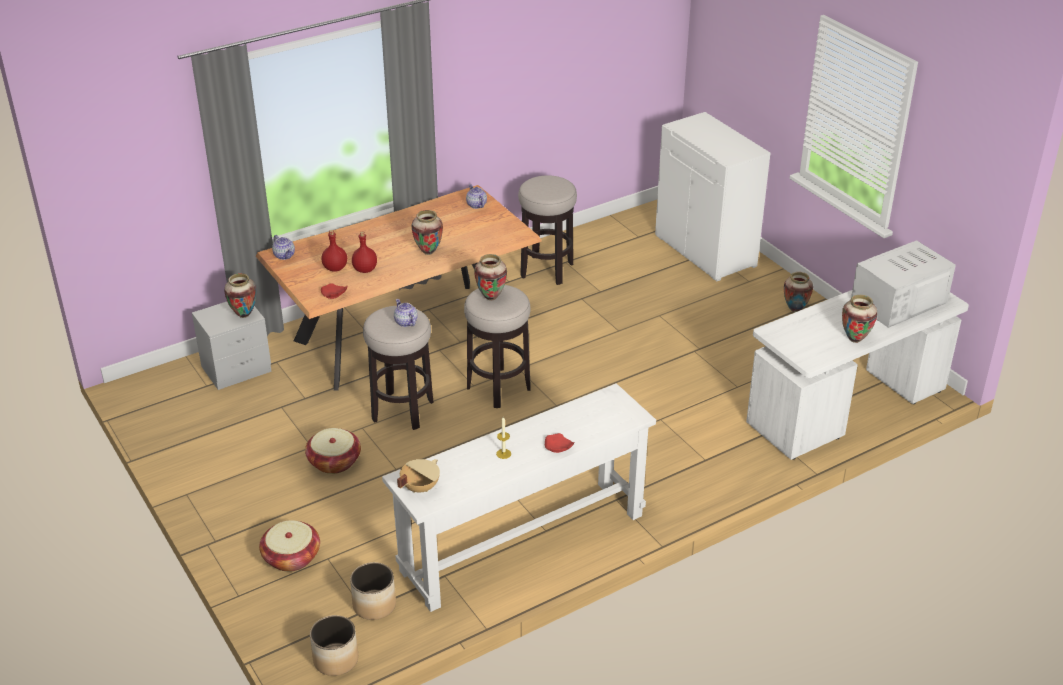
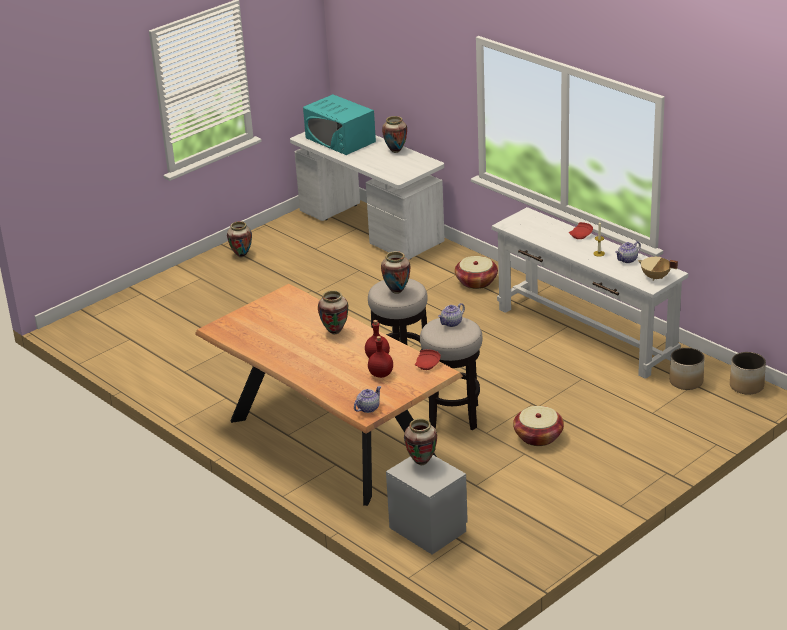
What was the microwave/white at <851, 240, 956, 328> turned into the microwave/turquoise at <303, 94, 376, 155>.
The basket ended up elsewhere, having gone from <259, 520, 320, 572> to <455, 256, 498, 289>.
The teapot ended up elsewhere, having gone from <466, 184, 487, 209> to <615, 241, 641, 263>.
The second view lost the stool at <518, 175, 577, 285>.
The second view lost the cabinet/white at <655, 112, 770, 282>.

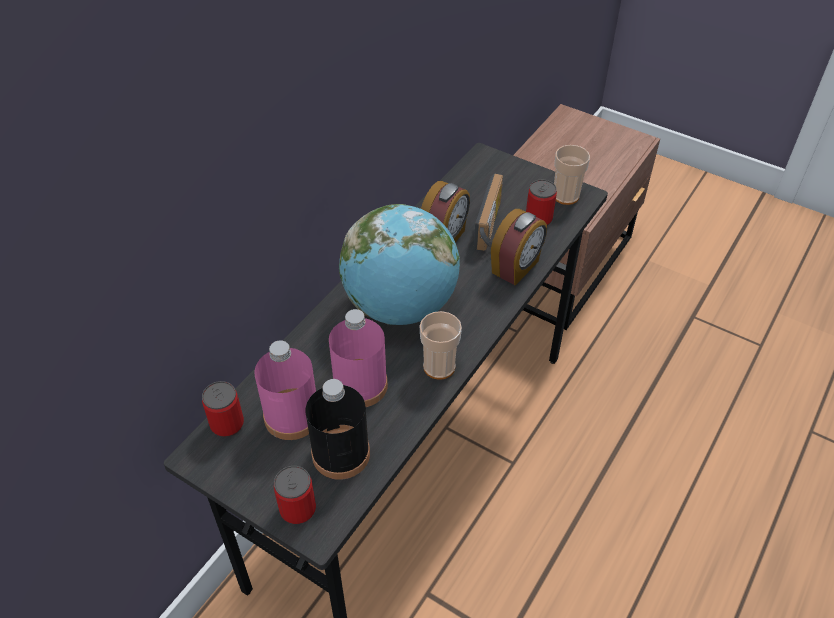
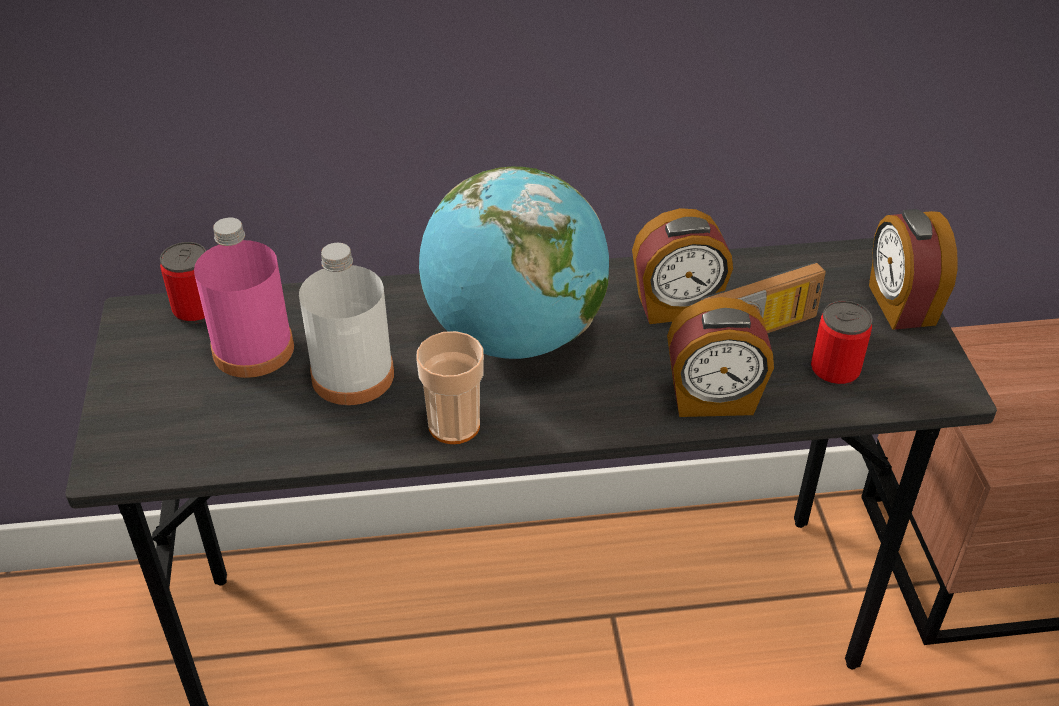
What was the bottle/pink at <329, 309, 388, 407> turned into the bottle/white at <299, 243, 394, 405>.
The second view gained the alarm clock at <869, 209, 958, 330>.
The second view lost the can at <274, 466, 316, 524>.
The second view lost the bottle/black at <305, 379, 370, 480>.
The second view lost the cup at <554, 145, 590, 205>.

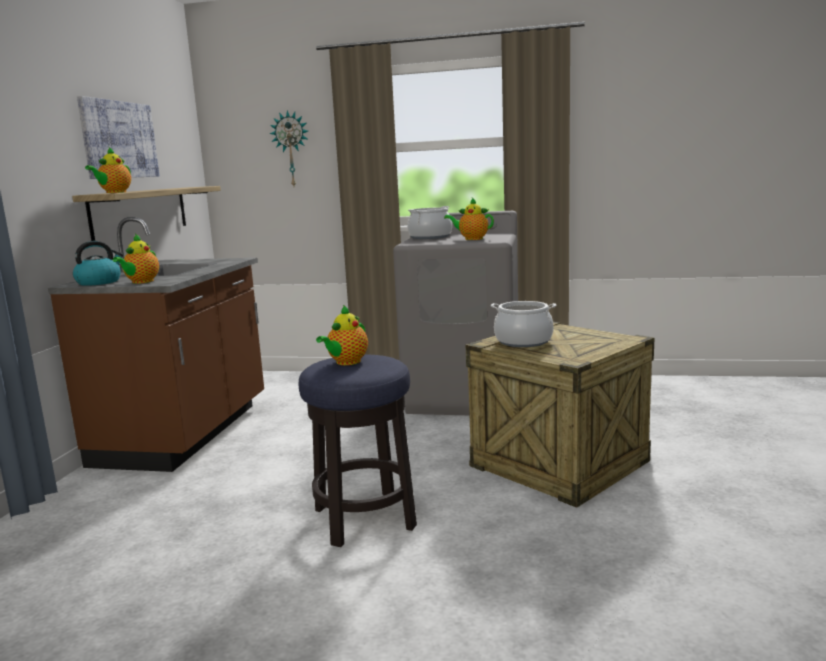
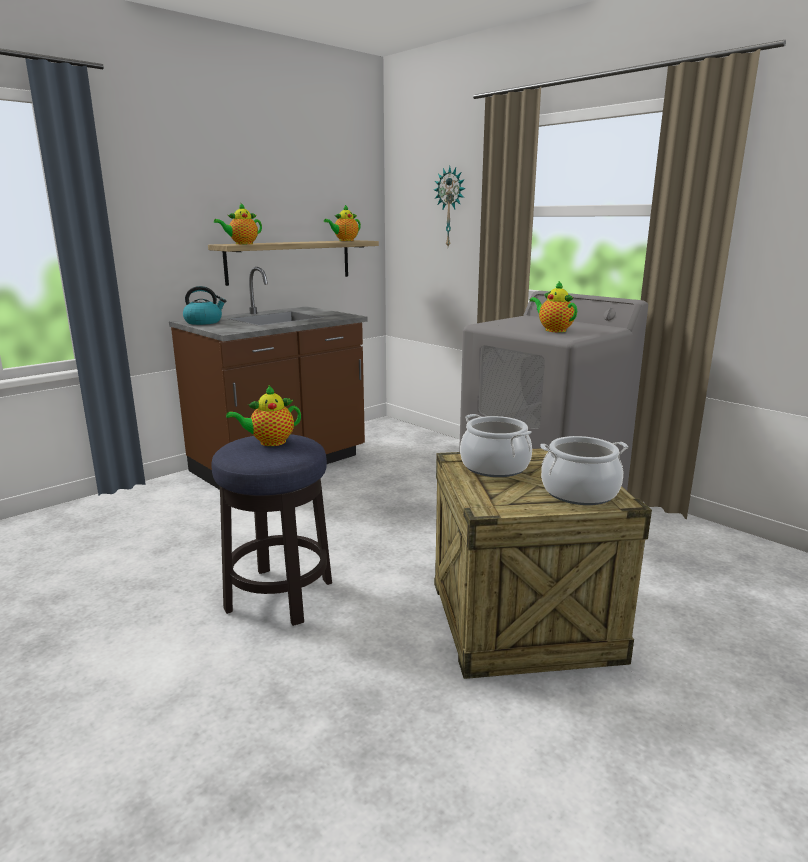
The teapot ended up elsewhere, having gone from <113, 234, 159, 284> to <324, 205, 361, 241>.
The cooking pot ended up elsewhere, having gone from <407, 206, 452, 239> to <540, 436, 628, 505>.
The second view lost the picture at <77, 96, 160, 179>.

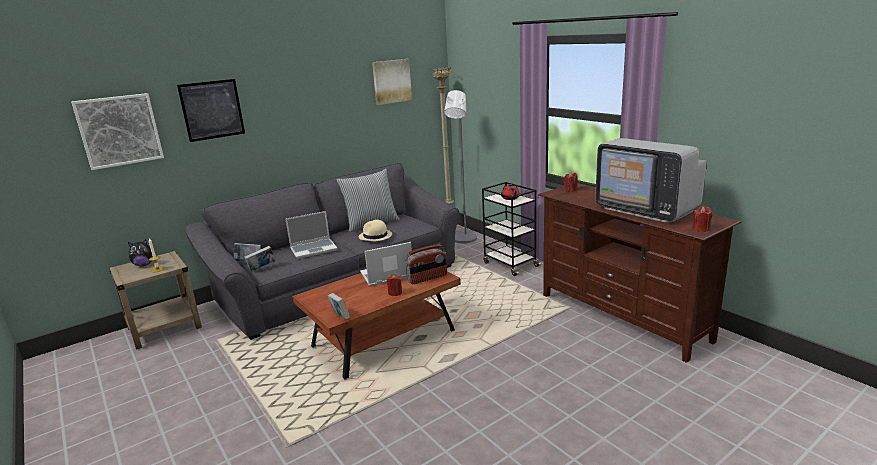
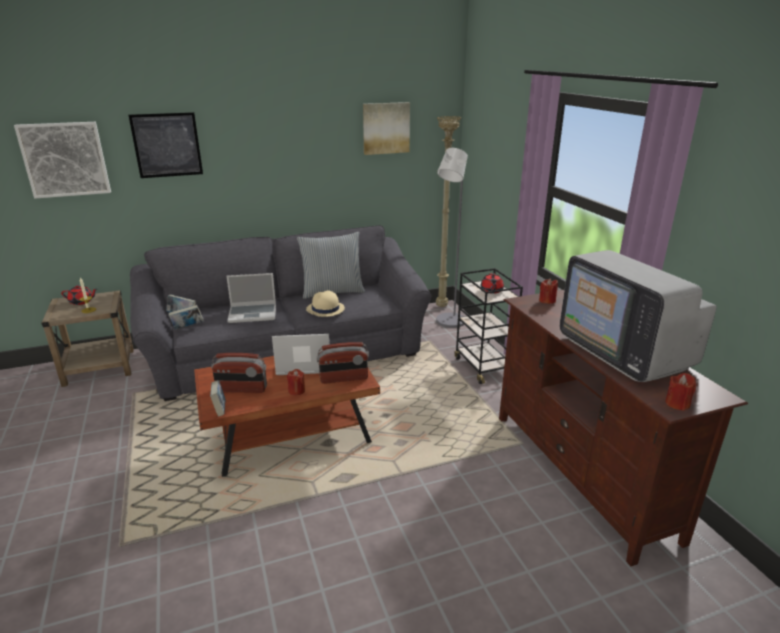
Where the plush toy stood at <128, 239, 156, 266>, the teapot/red came to stand at <61, 285, 97, 305>.
The second view gained the radio at <211, 353, 267, 393>.

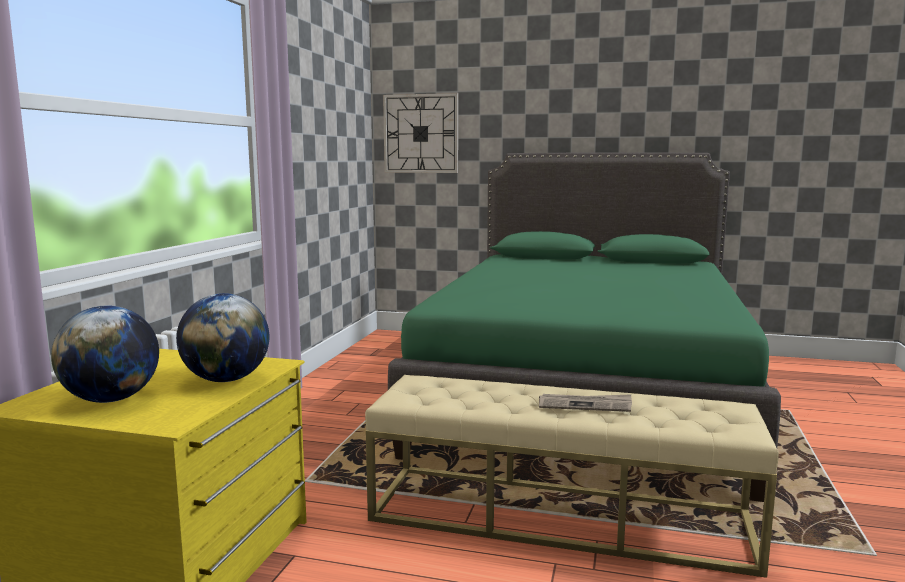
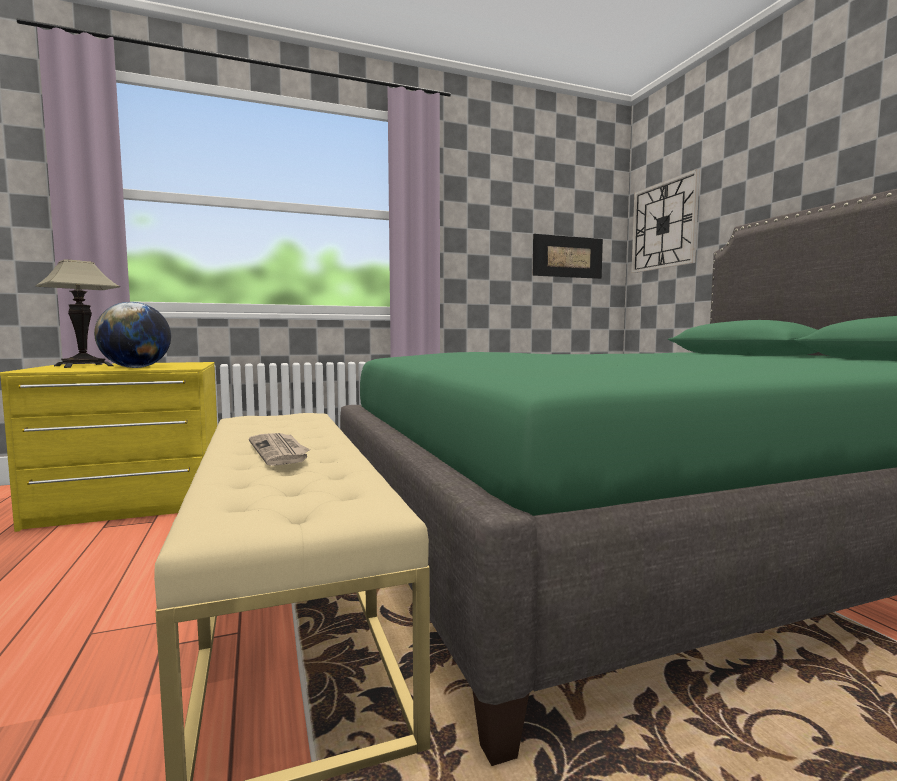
Where the globe stood at <51, 305, 159, 403>, the table lamp came to stand at <35, 260, 120, 368>.
The second view gained the picture at <533, 234, 603, 279>.

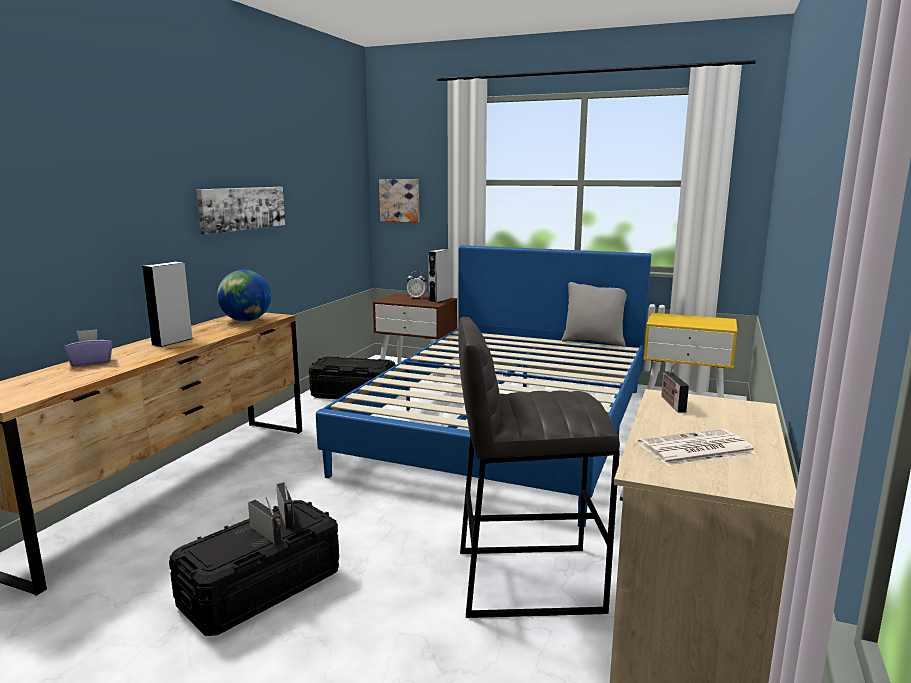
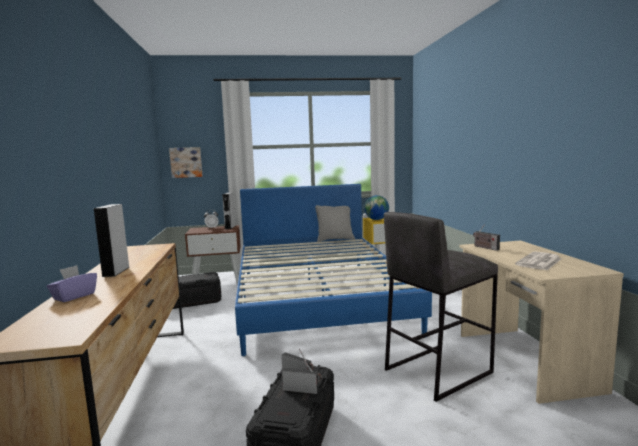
The globe ended up elsewhere, having gone from <217, 270, 271, 321> to <364, 195, 389, 220>.
The second view lost the picture at <196, 187, 285, 235>.

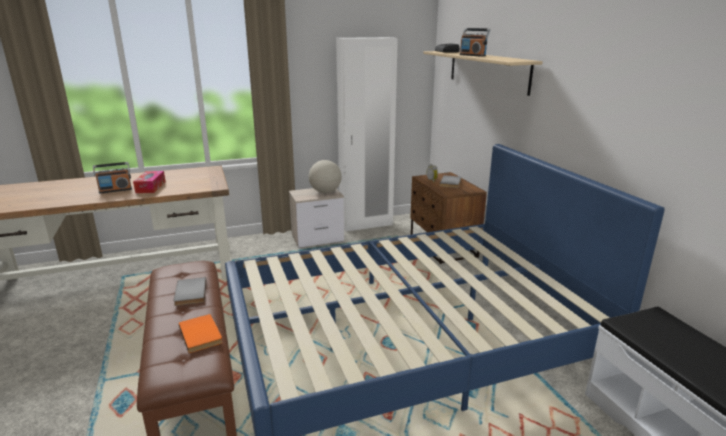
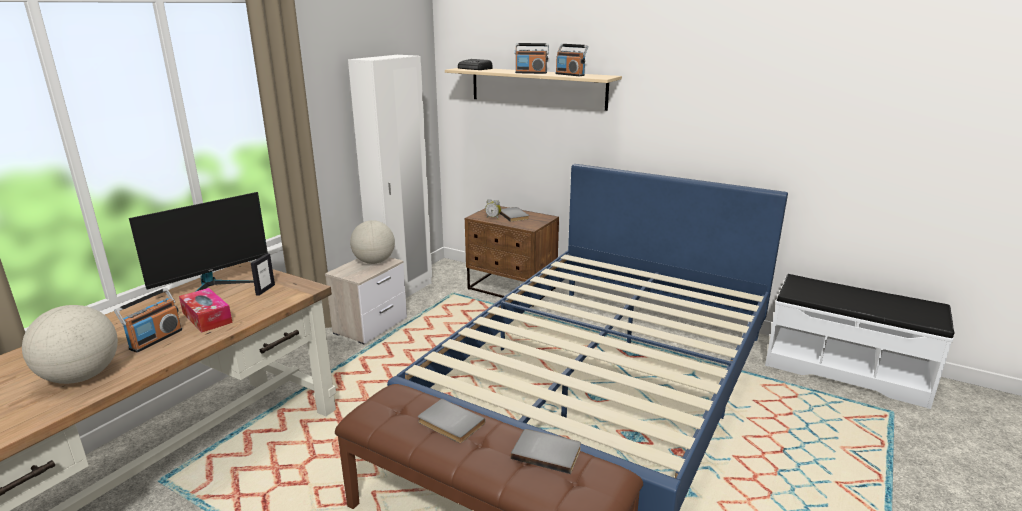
The second view gained the globe at <22, 305, 118, 384>.
The second view gained the monitor at <129, 192, 268, 292>.
The second view gained the picture frame at <251, 253, 275, 296>.
What was the book/orange at <179, 314, 222, 353> turned into the book/grey at <511, 429, 581, 474>.
The second view gained the radio at <556, 44, 588, 76>.

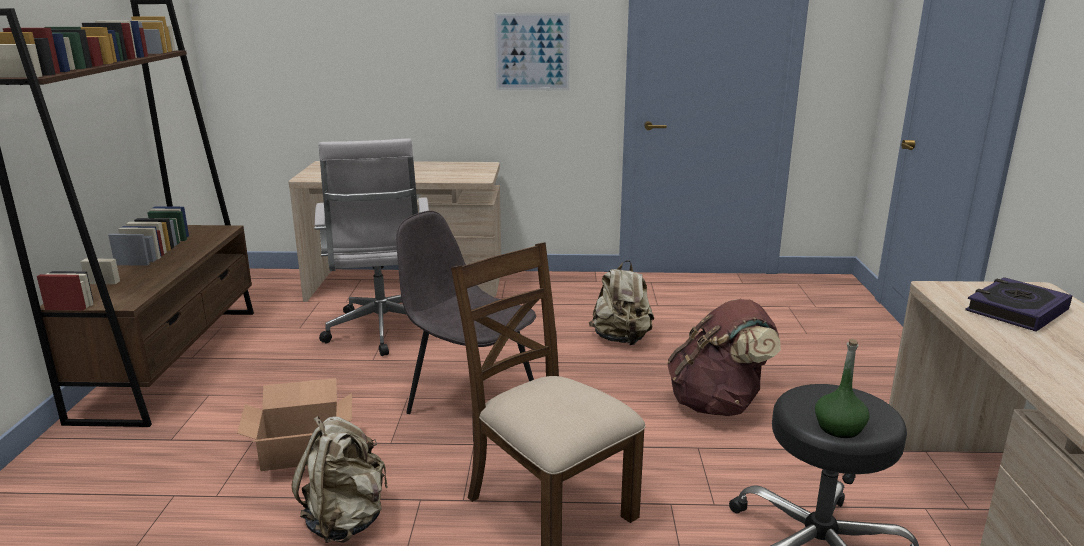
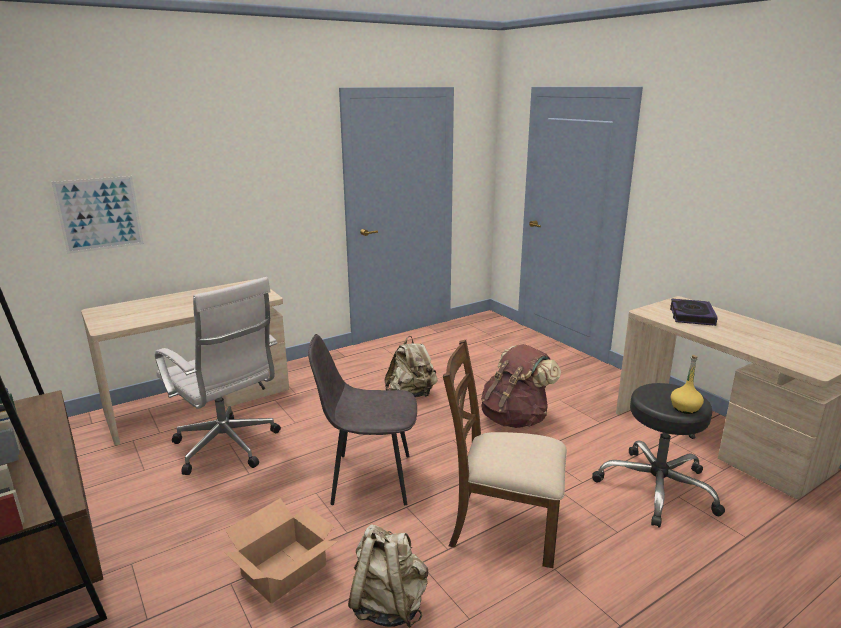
The picture ended up elsewhere, having gone from <495, 13, 570, 90> to <52, 176, 144, 254>.
What was the bottle/green at <815, 339, 869, 438> turned into the bottle/yellow at <671, 355, 704, 414>.

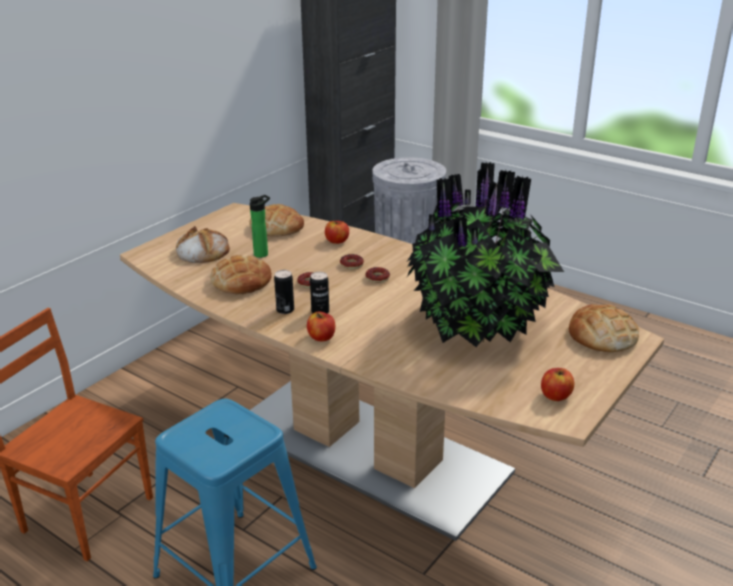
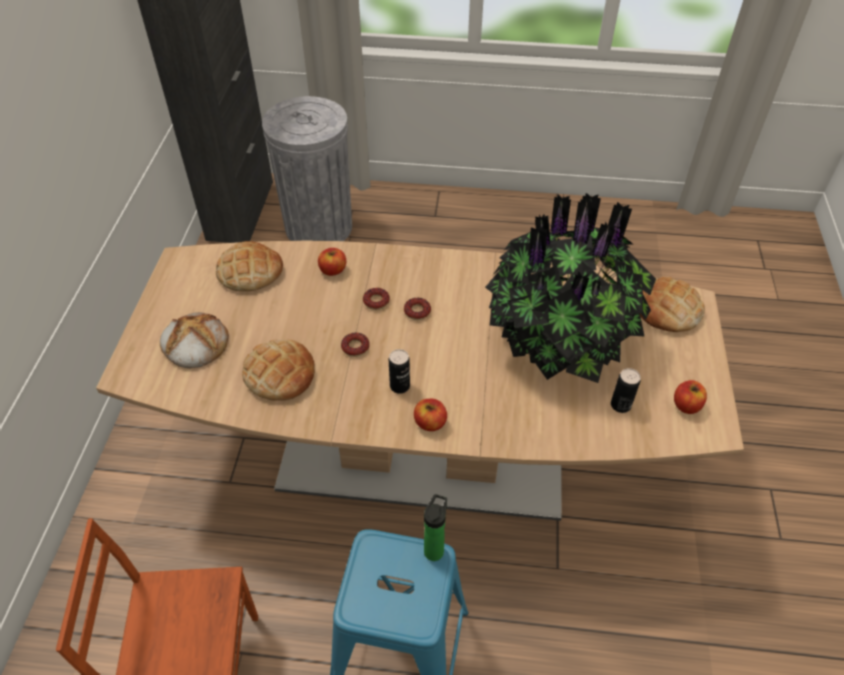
The bottle ended up elsewhere, having gone from <250, 195, 270, 258> to <424, 494, 447, 561>.
The can ended up elsewhere, having gone from <274, 270, 294, 314> to <611, 368, 641, 413>.

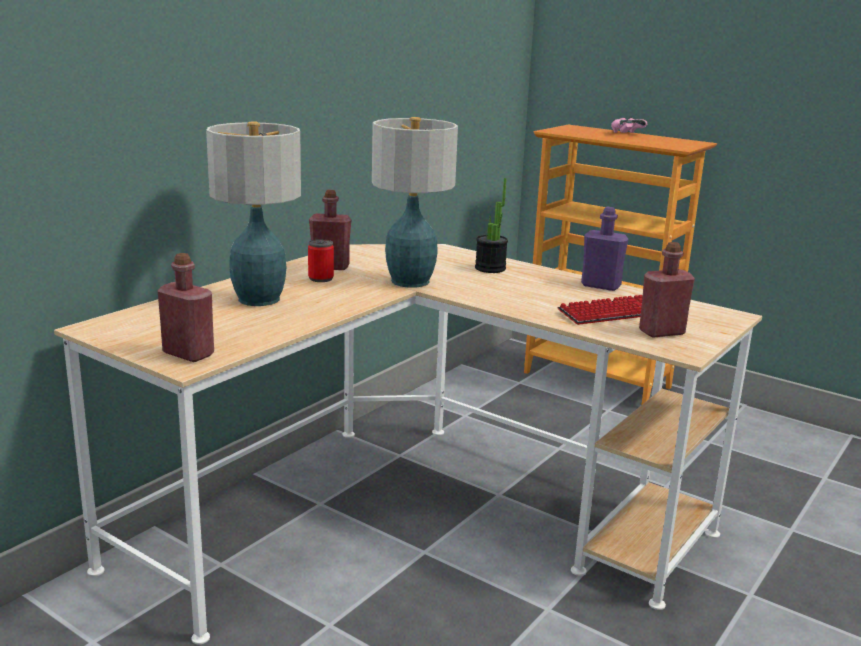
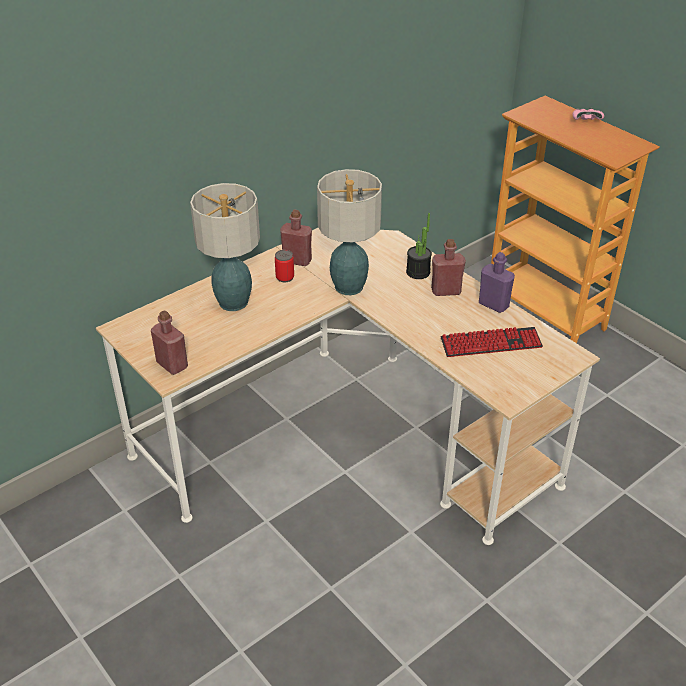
The bottle/red ended up elsewhere, having gone from <639, 242, 695, 338> to <431, 239, 466, 296>.

